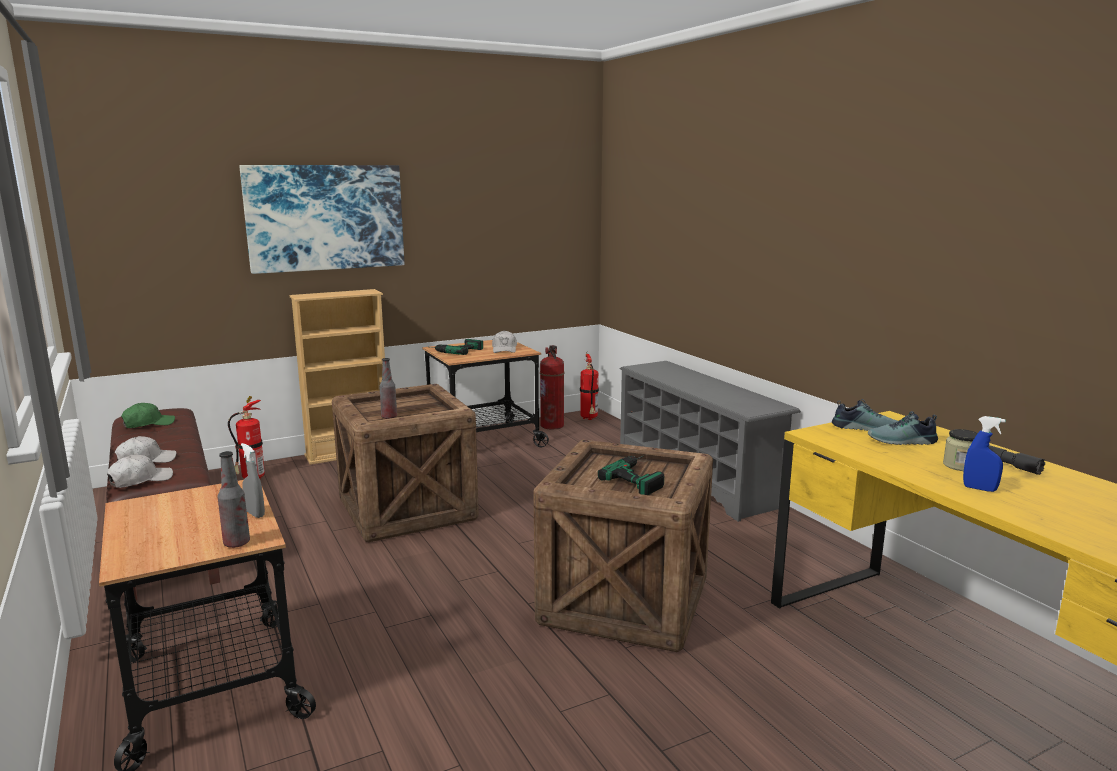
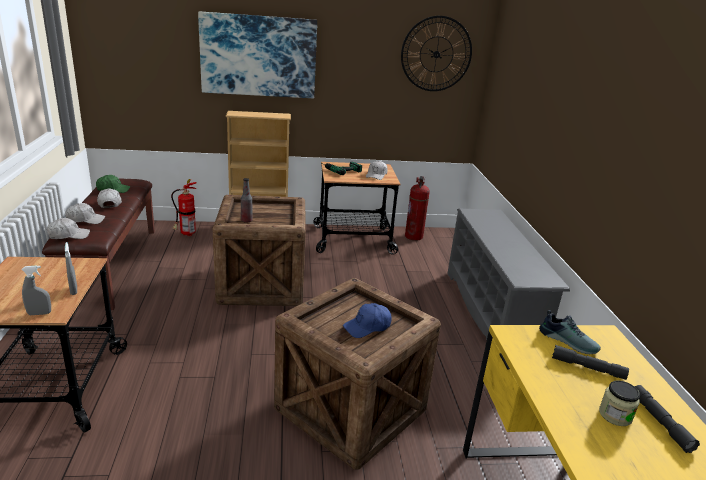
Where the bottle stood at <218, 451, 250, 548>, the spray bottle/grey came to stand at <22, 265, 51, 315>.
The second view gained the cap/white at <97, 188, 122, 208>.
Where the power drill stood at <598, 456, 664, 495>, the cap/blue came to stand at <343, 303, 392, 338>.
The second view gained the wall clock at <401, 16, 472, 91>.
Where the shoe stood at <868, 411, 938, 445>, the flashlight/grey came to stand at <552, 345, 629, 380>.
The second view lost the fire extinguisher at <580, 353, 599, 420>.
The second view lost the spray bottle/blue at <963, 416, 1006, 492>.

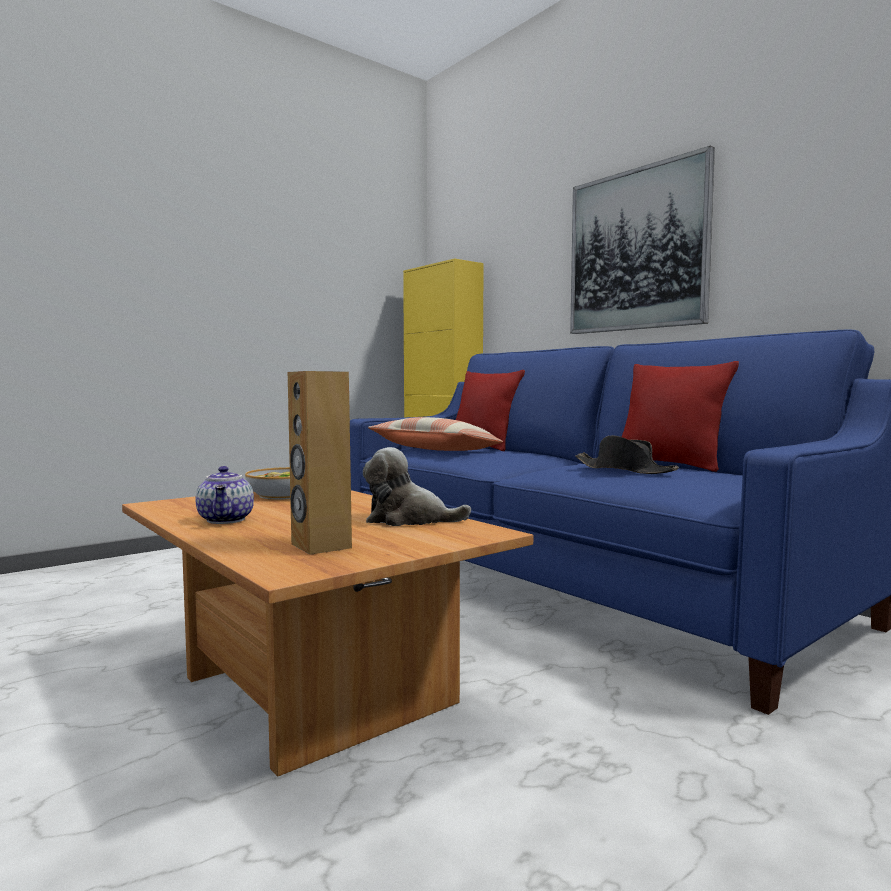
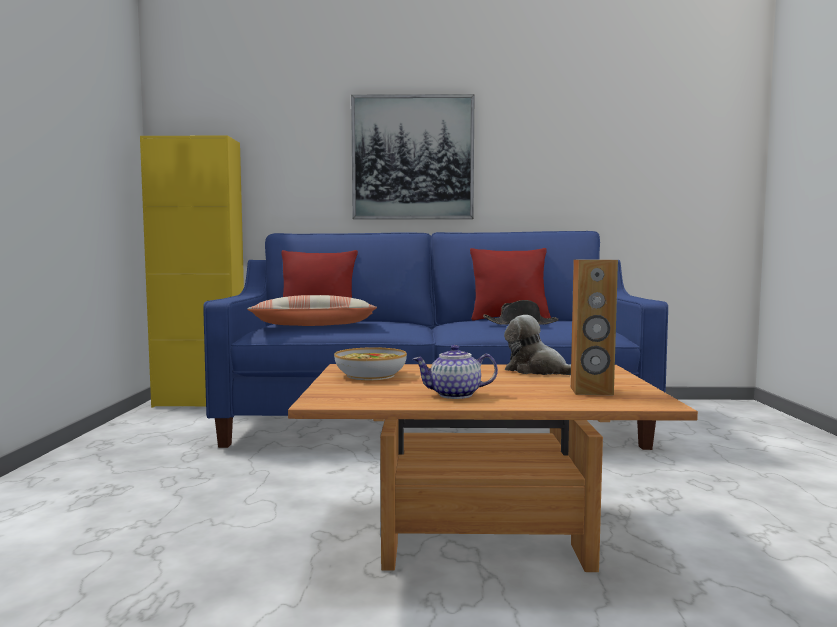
The teapot at <196, 466, 254, 524> ended up facing another way, 150 degrees clockwise from before.
The plush toy at <363, 447, 471, 526> ended up facing another way, 75 degrees clockwise from before.

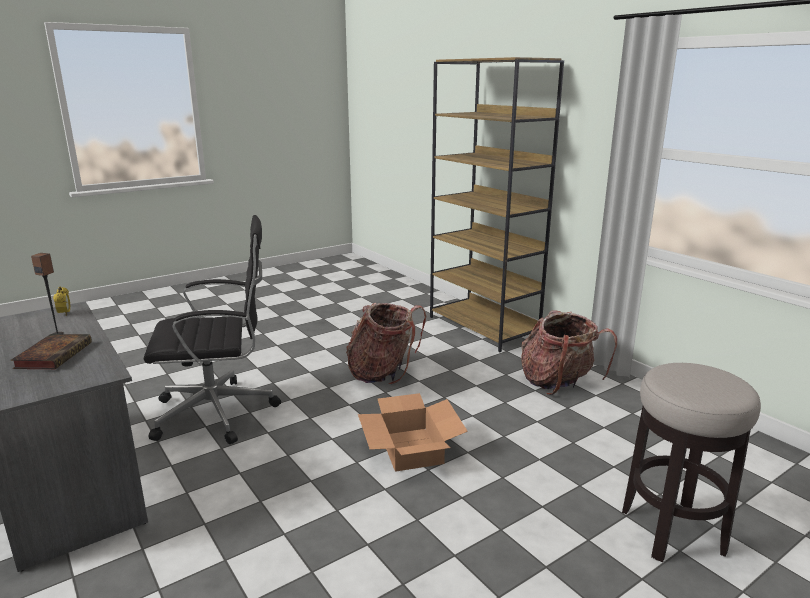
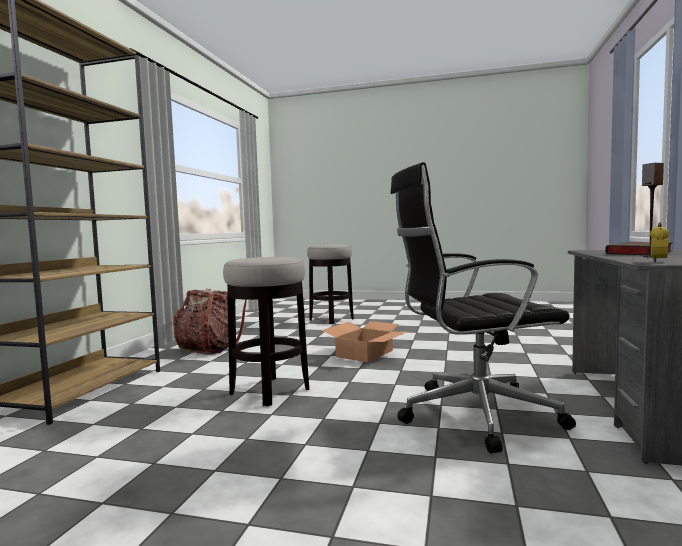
Where the backpack stood at <346, 302, 426, 385>, the stool came to stand at <223, 257, 309, 406>.
The office chair/black at <144, 215, 281, 444> ended up facing another way, 45 degrees counterclockwise from before.

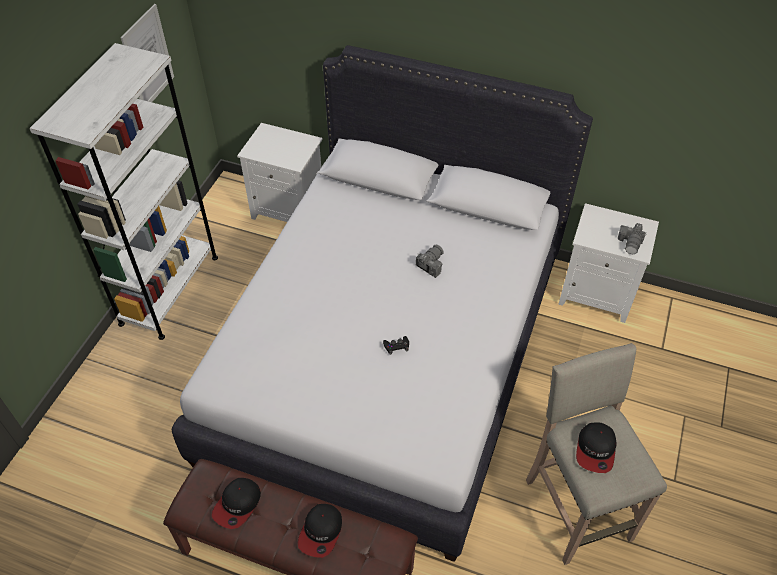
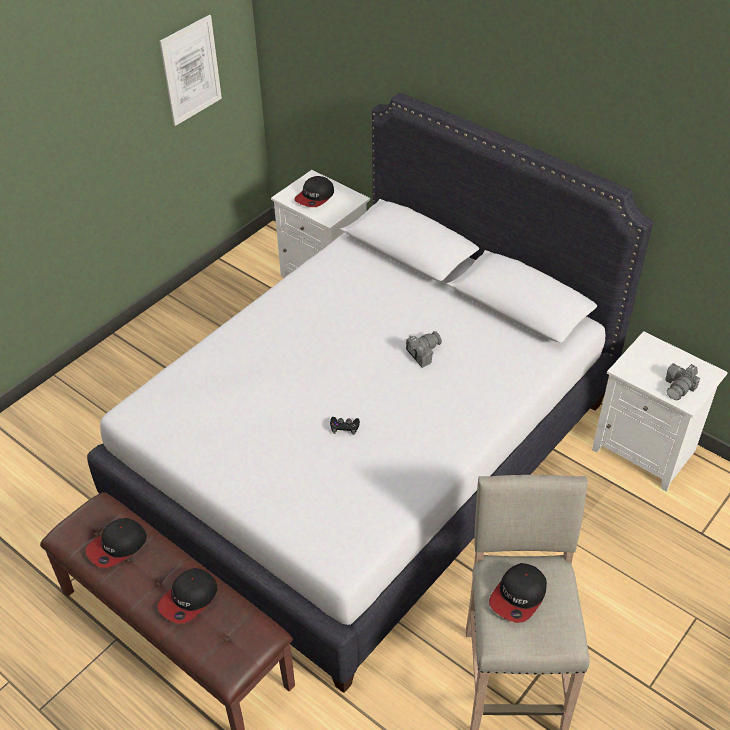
The second view gained the cap at <295, 176, 334, 207>.
The second view lost the bookcase/white at <29, 43, 218, 340>.

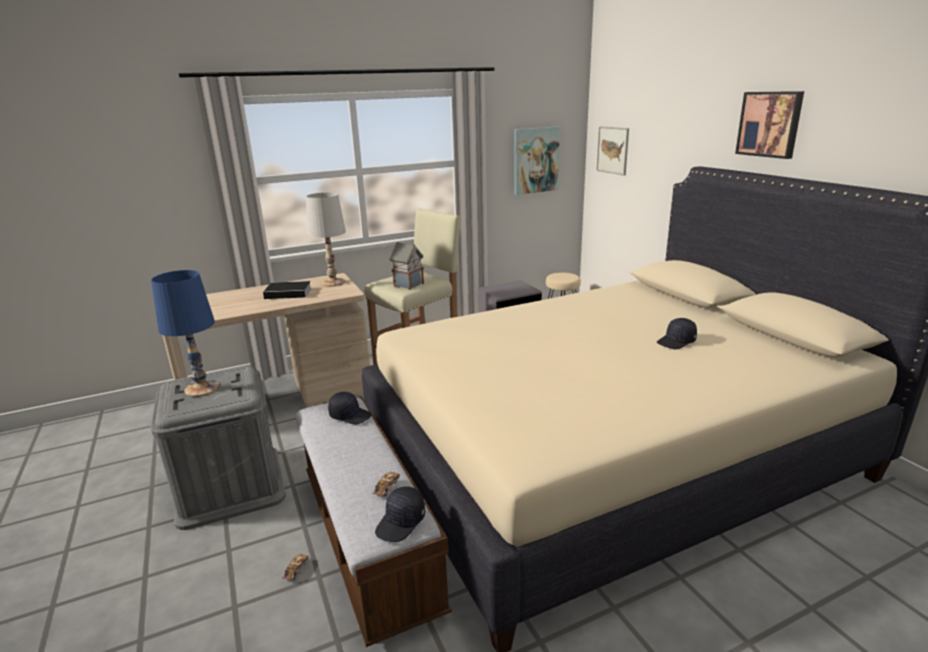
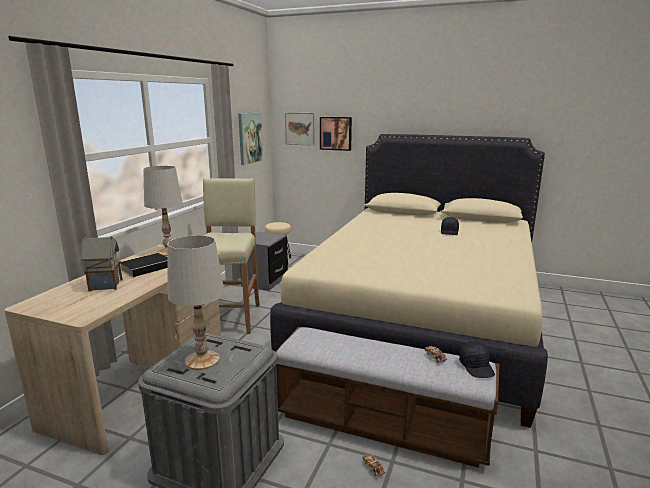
The toy house ended up elsewhere, having gone from <389, 242, 424, 290> to <80, 236, 123, 291>.
What was the table lamp/blue at <151, 270, 219, 397> turned into the table lamp/white at <167, 235, 224, 370>.
The picture ended up elsewhere, having gone from <735, 91, 804, 159> to <320, 117, 352, 151>.
The second view lost the cap/black at <328, 392, 372, 424>.

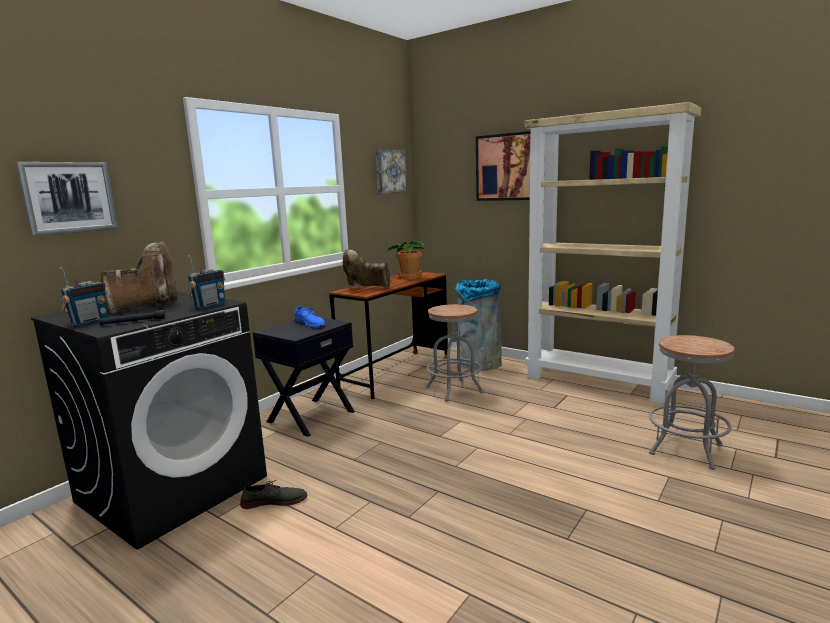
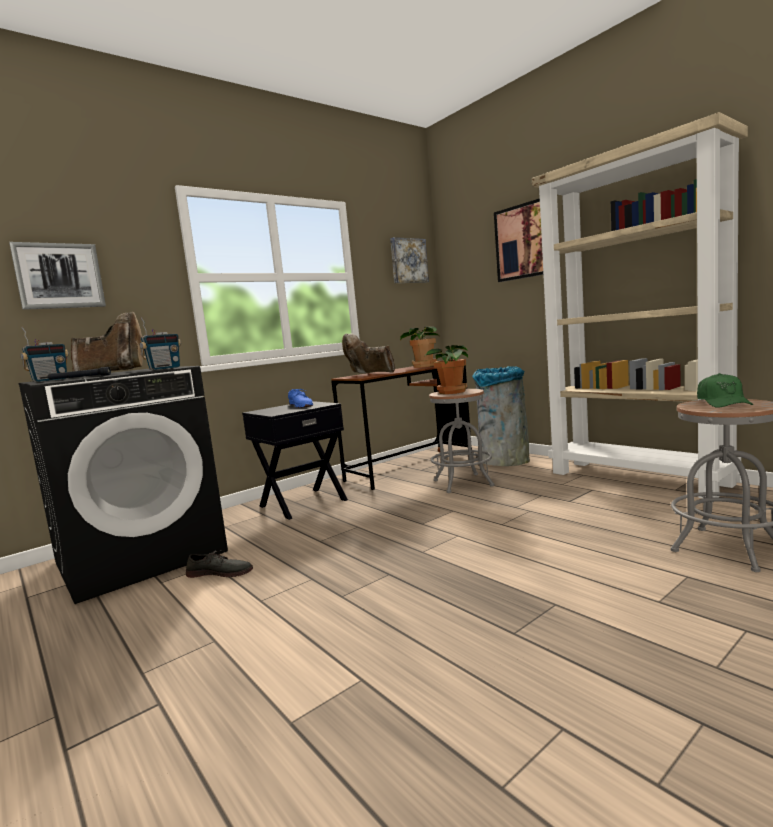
The second view gained the potted plant at <425, 345, 468, 394>.
The second view gained the cap/green at <697, 373, 753, 408>.

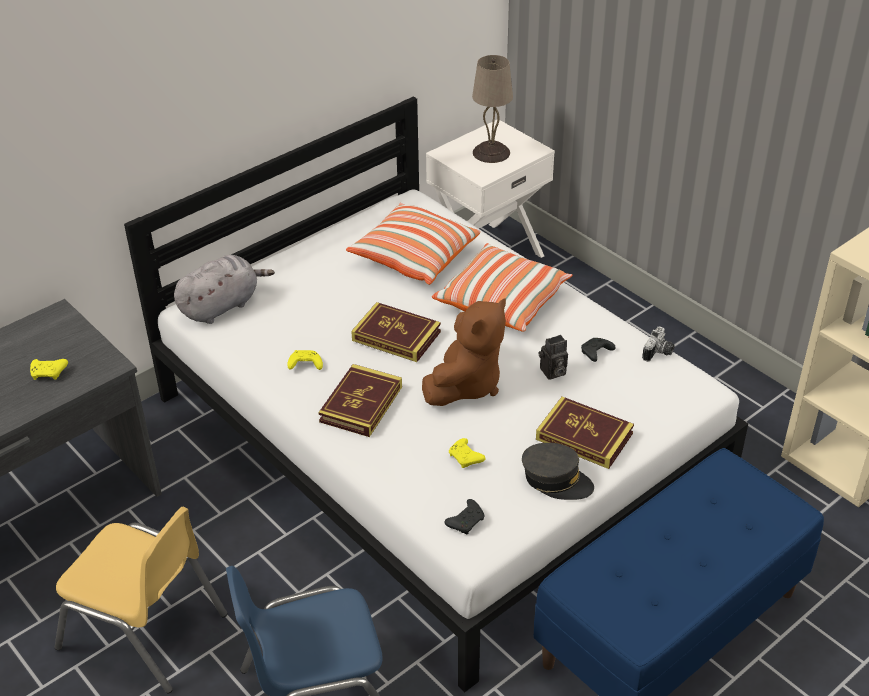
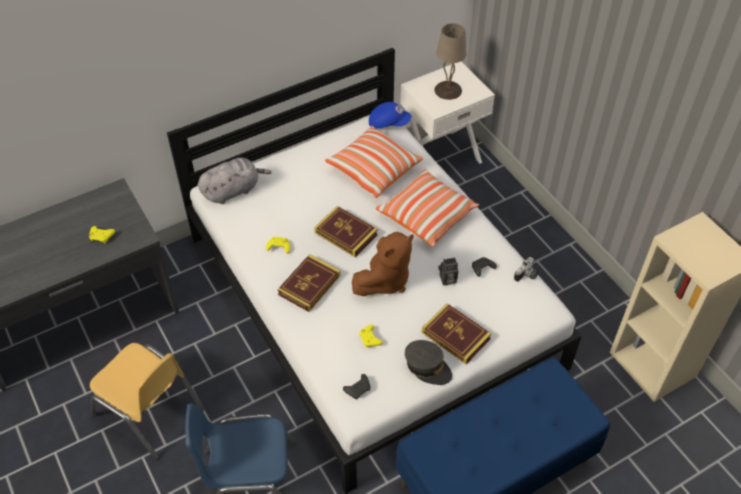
The second view gained the cap/blue at <369, 102, 411, 129>.

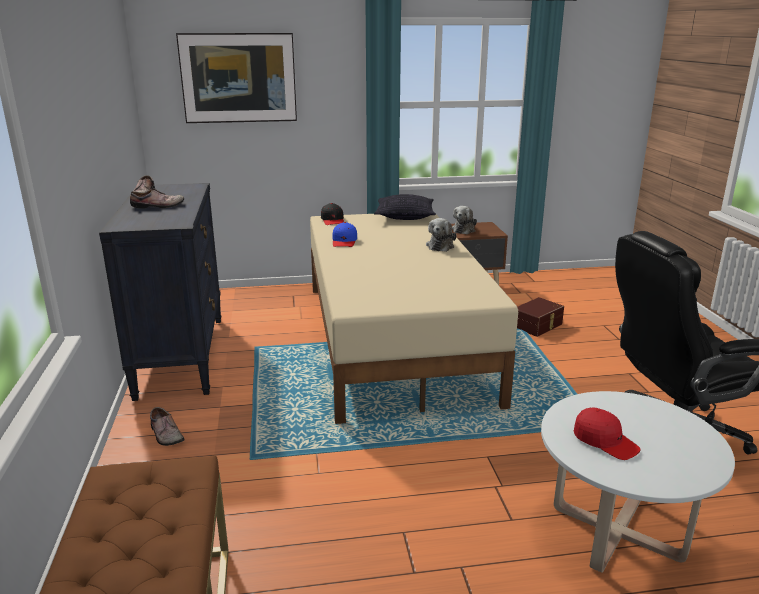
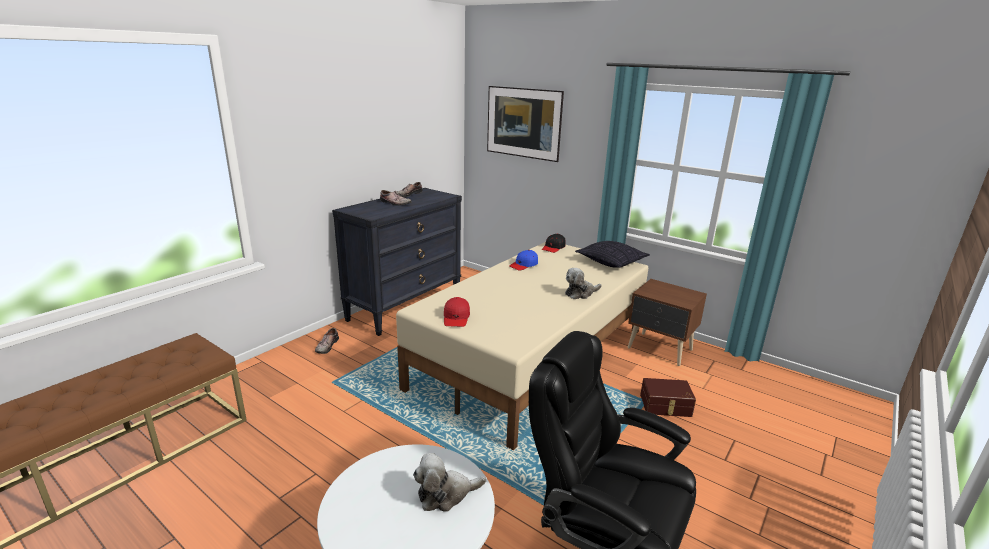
The plush toy ended up elsewhere, having gone from <452, 206, 477, 234> to <413, 453, 487, 512>.
The cap/red ended up elsewhere, having gone from <574, 407, 641, 460> to <444, 297, 470, 327>.

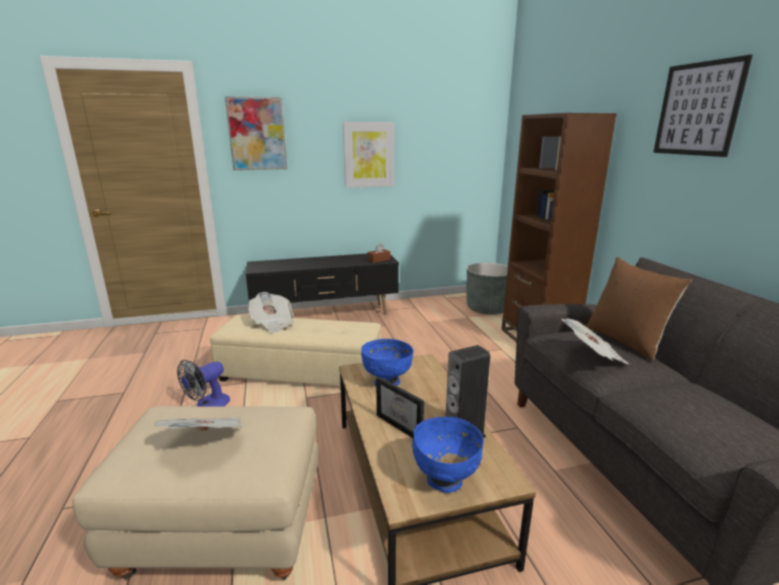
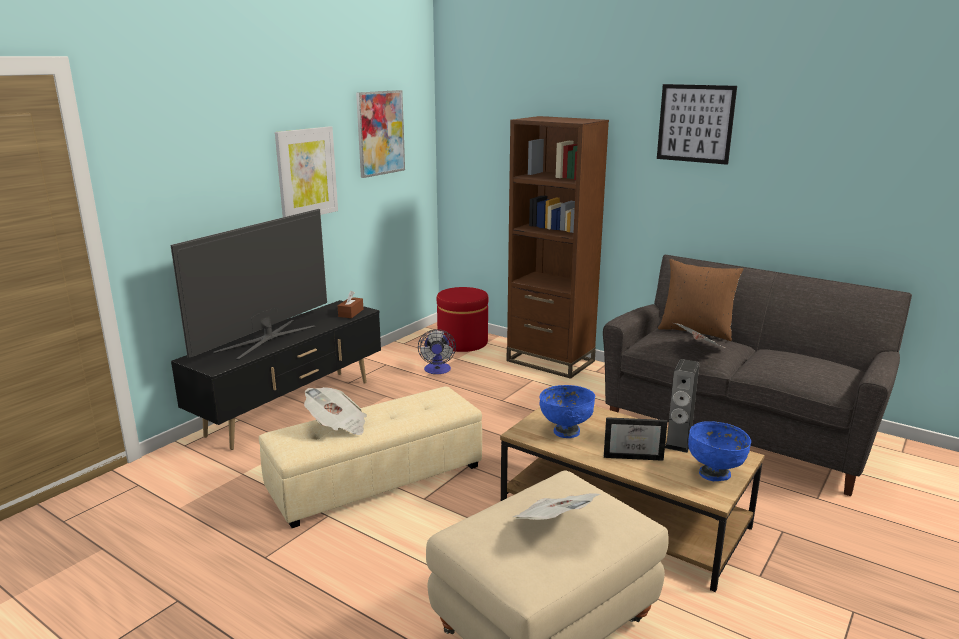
The second view gained the television at <171, 209, 327, 360>.
The picture ended up elsewhere, having gone from <225, 96, 287, 170> to <356, 90, 405, 178>.
The fan ended up elsewhere, having gone from <177, 360, 230, 407> to <418, 329, 456, 374>.
Where the planter/grey stood at <467, 263, 508, 314>, the ottoman/red came to stand at <437, 287, 488, 352>.

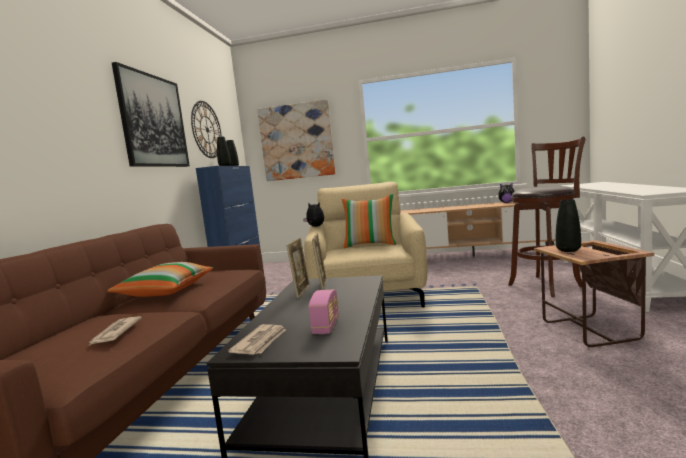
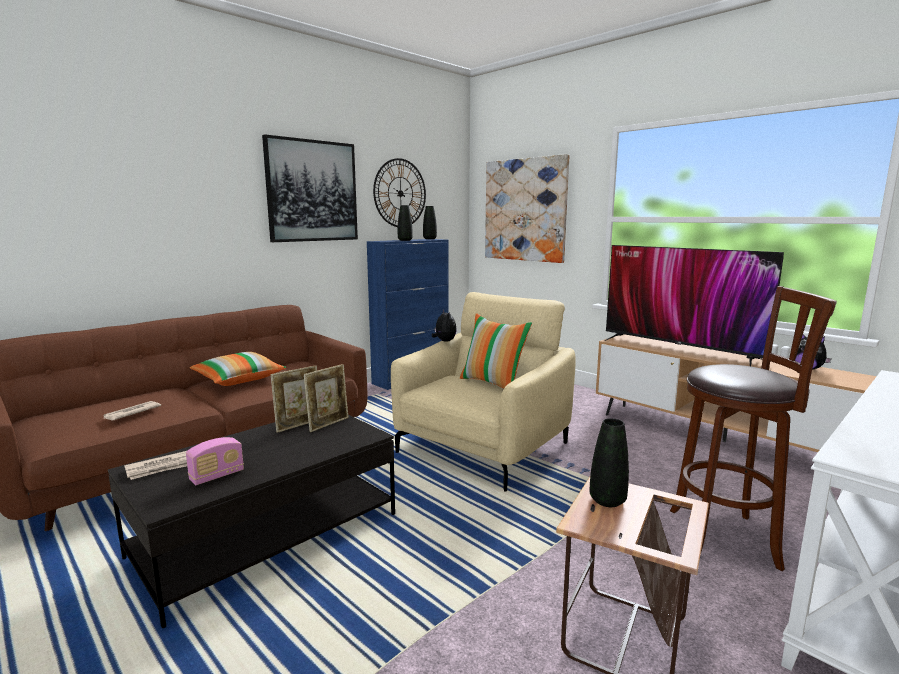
The second view gained the television at <605, 245, 784, 366>.

